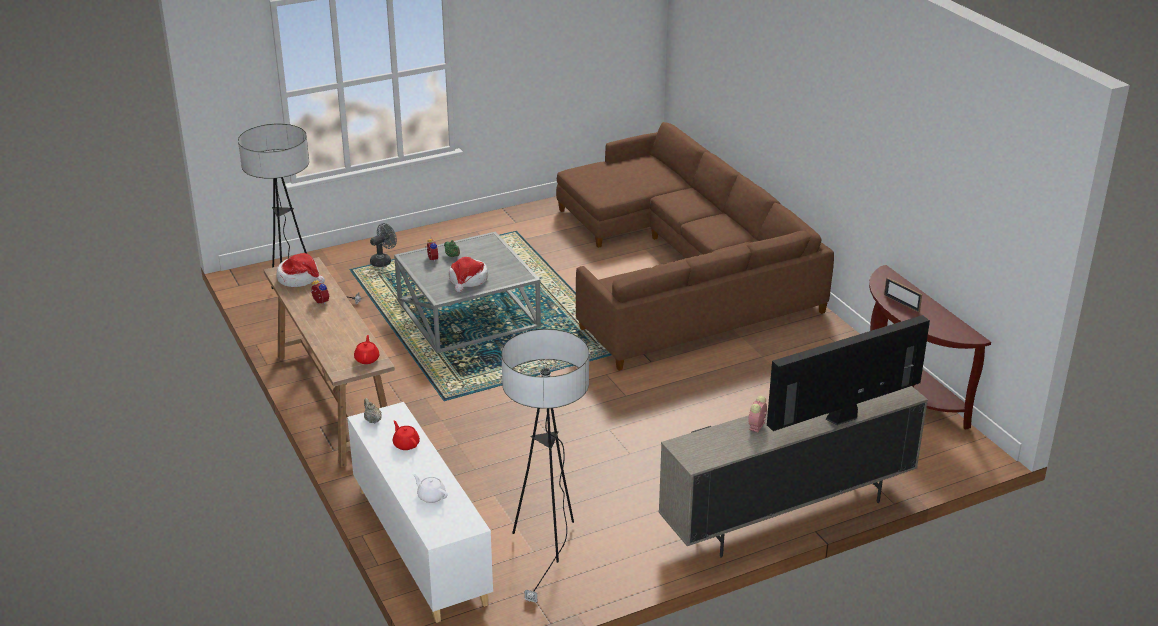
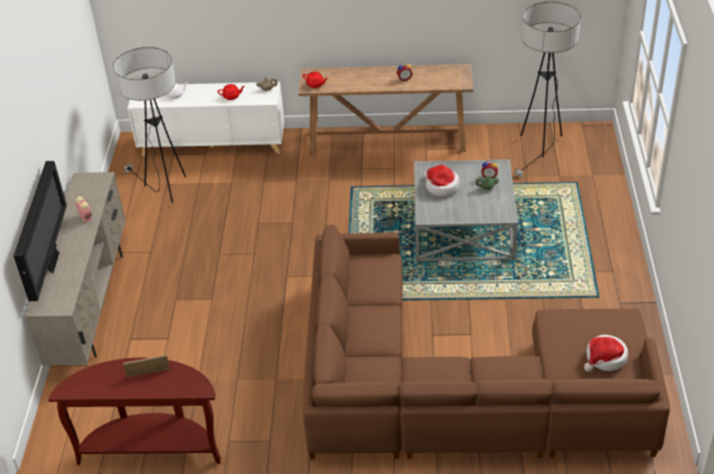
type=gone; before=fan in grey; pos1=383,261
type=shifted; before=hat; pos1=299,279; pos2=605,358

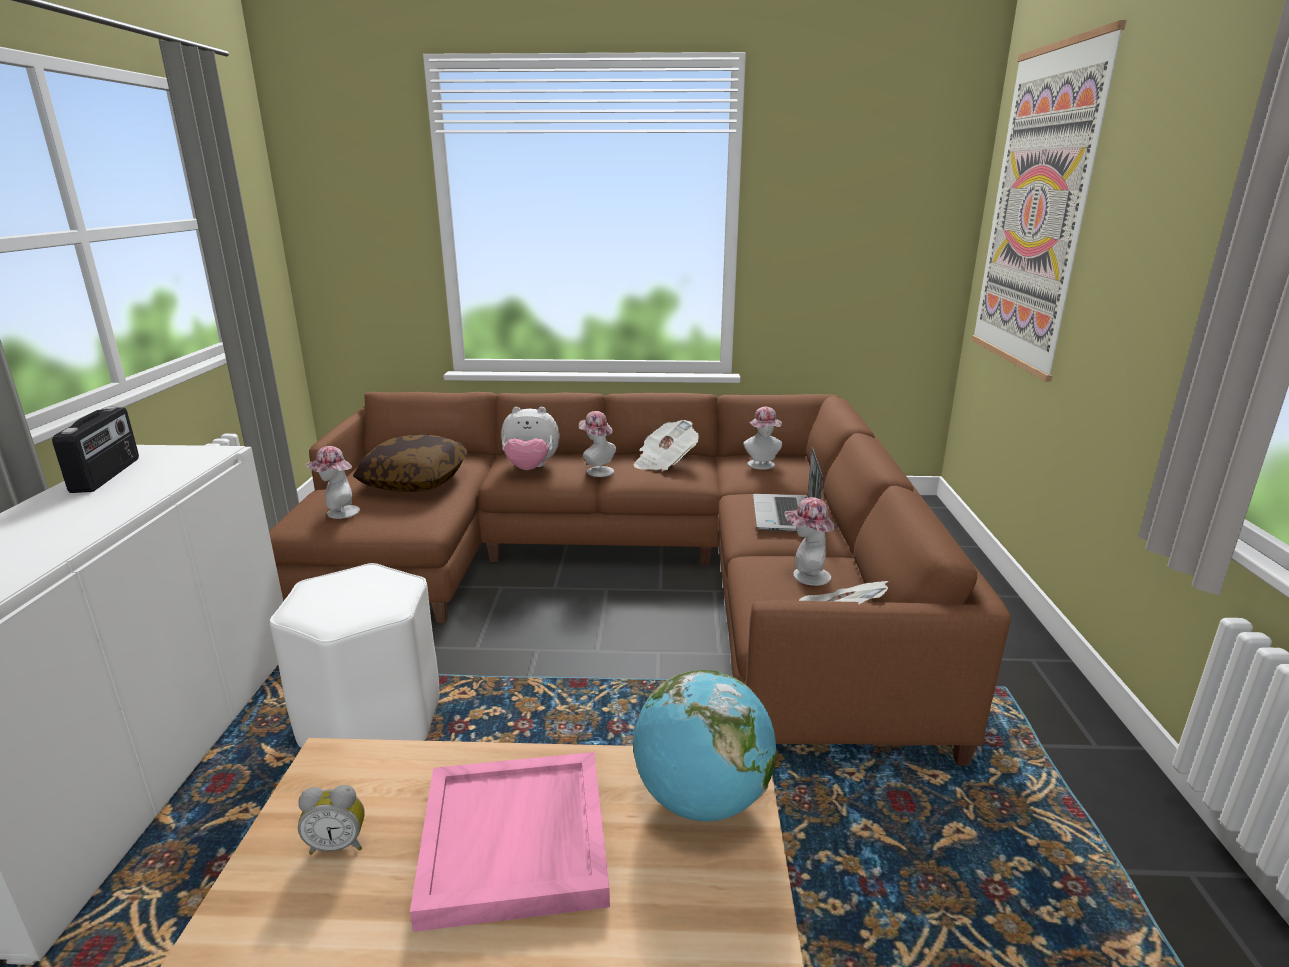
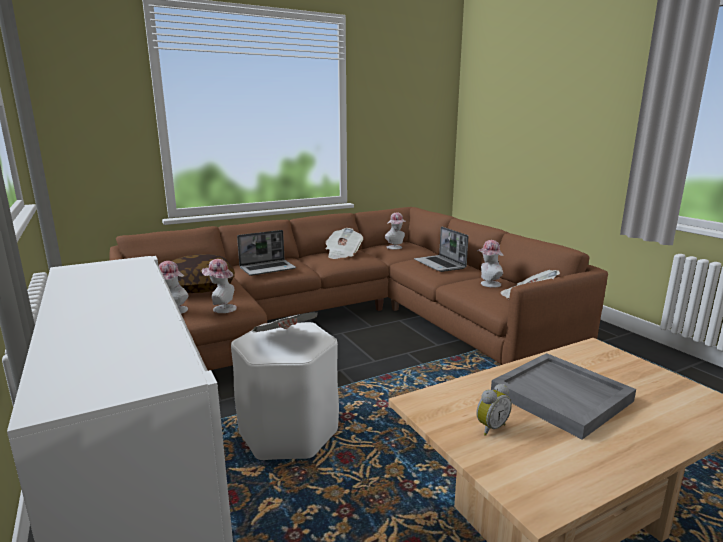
type=gone; before=picture; pos1=1036,211
type=gone; before=radio; pos1=107,475
type=swapped; before=plush toy; after=laptop; pos1=530,468; pos2=268,268
type=shifted; before=hat; pos1=597,471; pos2=221,308
type=gone; before=globe; pos1=702,800
type=repainted; before=tray in pink; after=tray in grey; pos1=516,842; pos2=562,396
type=new; after=newspaper; pos2=285,340

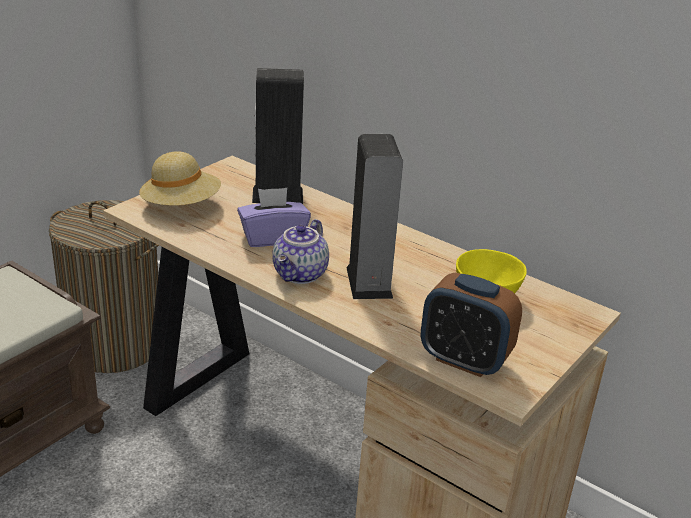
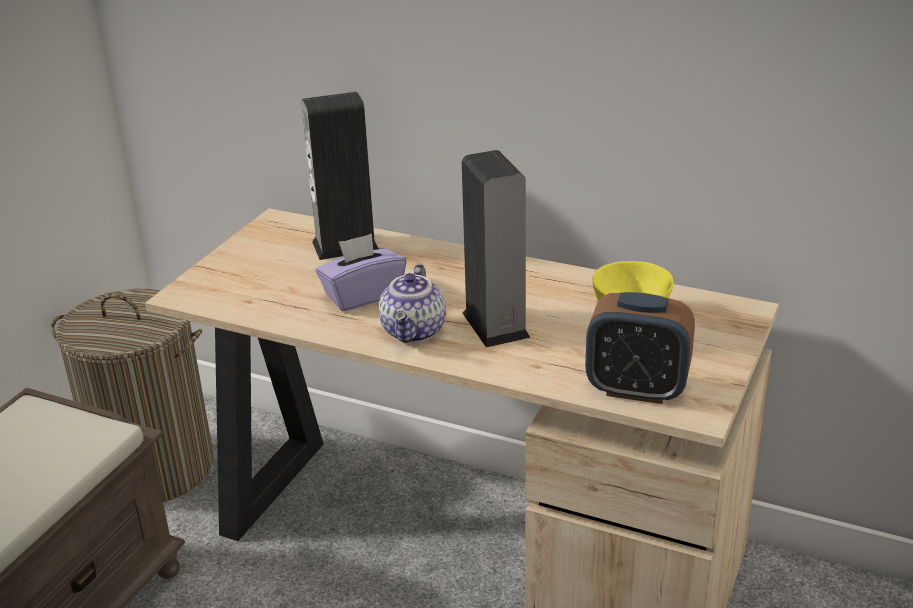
type=gone; before=hat in beige; pos1=181,206

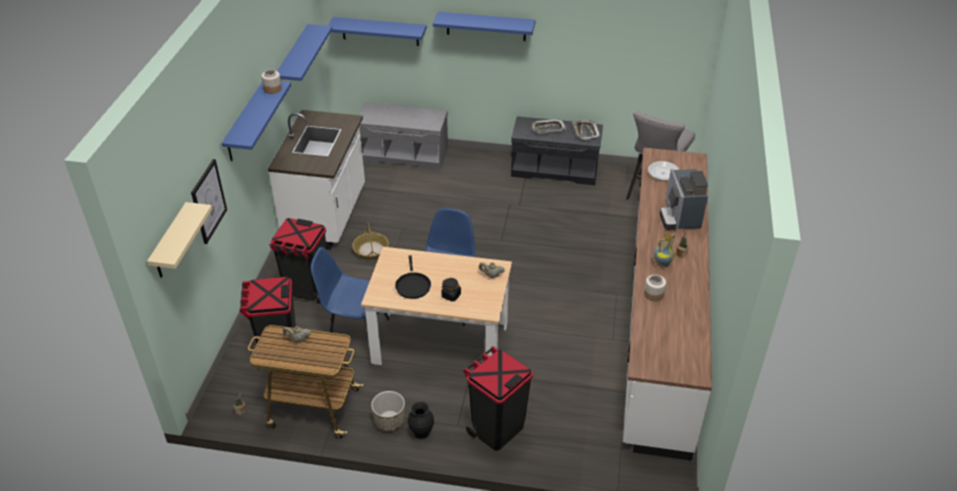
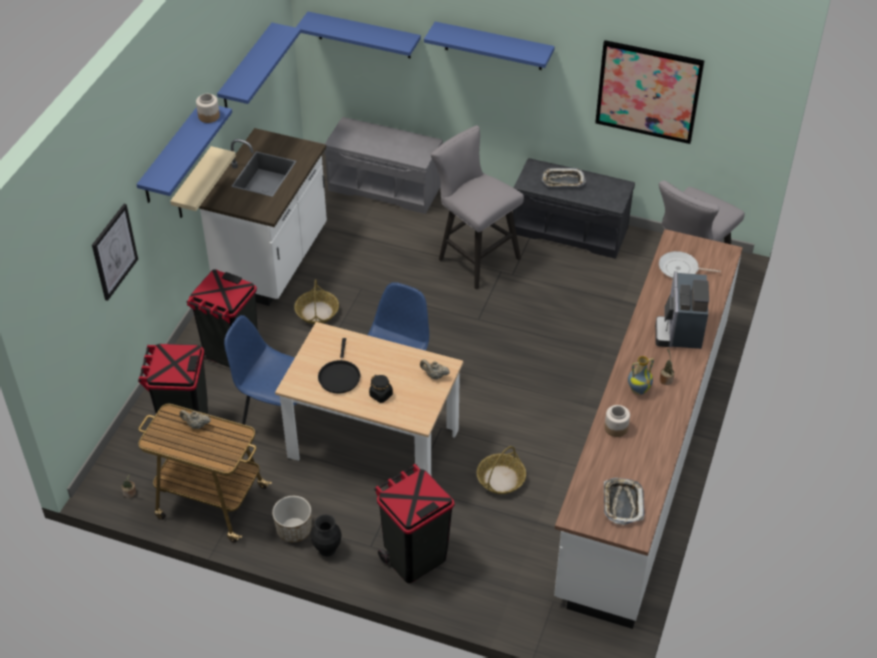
type=shifted; before=tray; pos1=585,132; pos2=622,503
type=shifted; before=shelf in beige; pos1=170,243; pos2=192,185
type=new; after=picture; pos2=648,91
type=new; after=stool in grey; pos2=474,257
type=new; after=basket; pos2=501,479

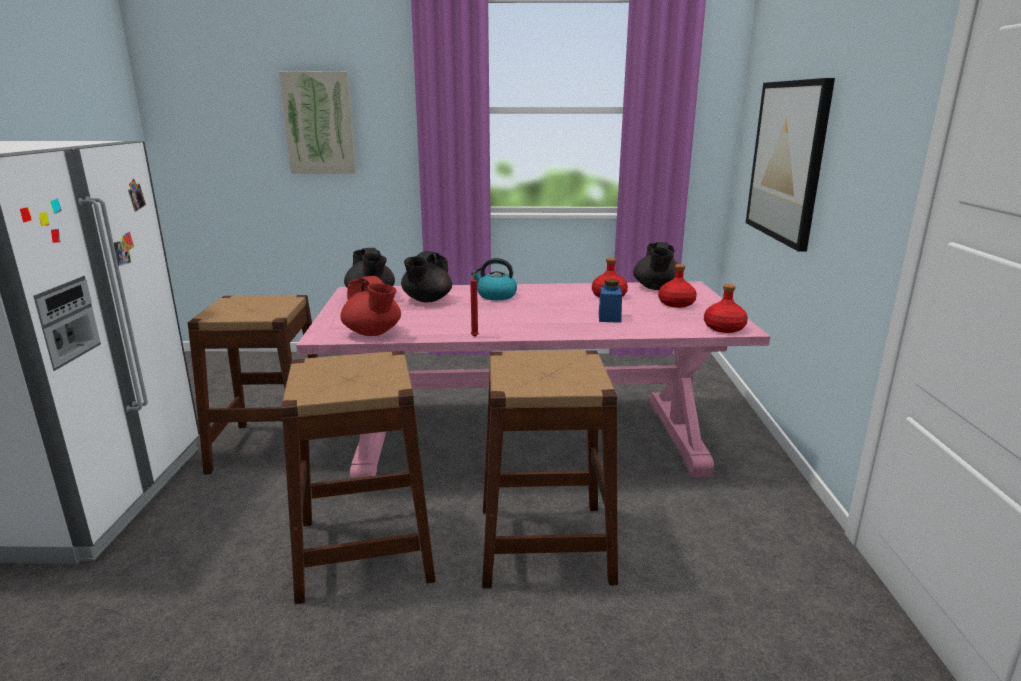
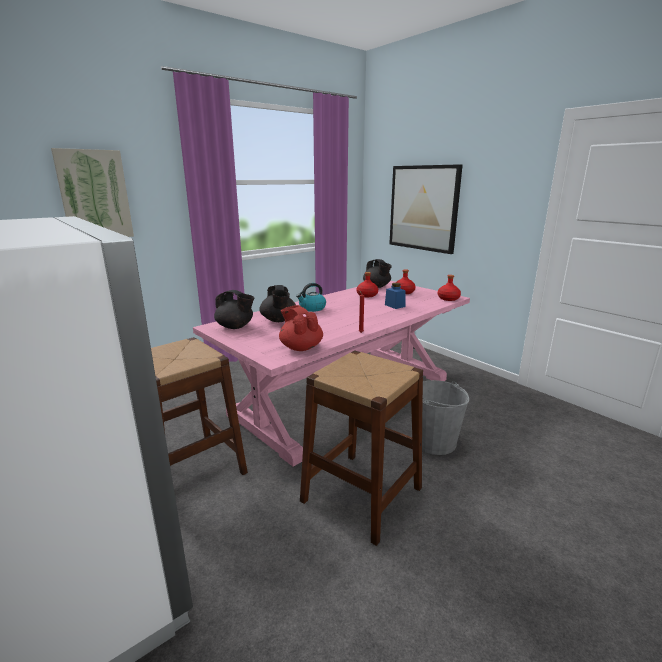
type=rotated; before=teapot in red; pos1=373,333; pos2=301,347; turn=-135
type=swapped; before=stool in brown; after=bucket in grey; pos1=544,543; pos2=435,442

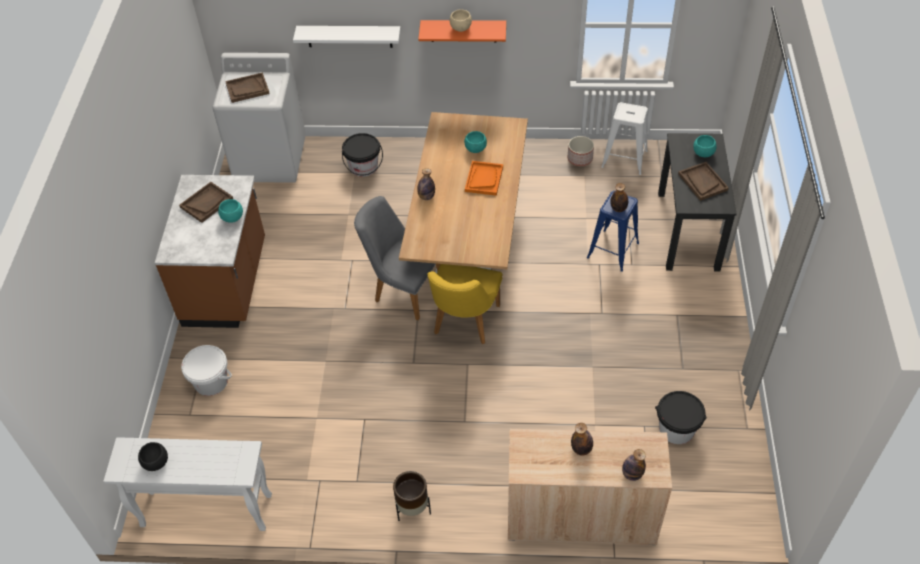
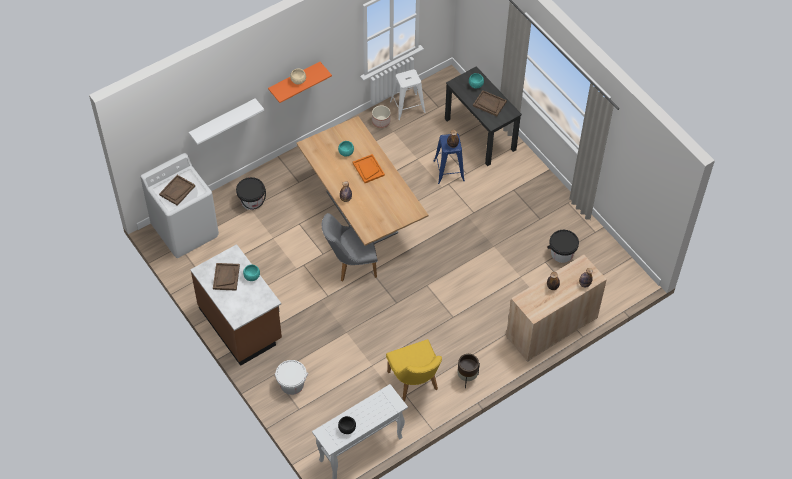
type=shifted; before=chair in yellow; pos1=463,324; pos2=415,384

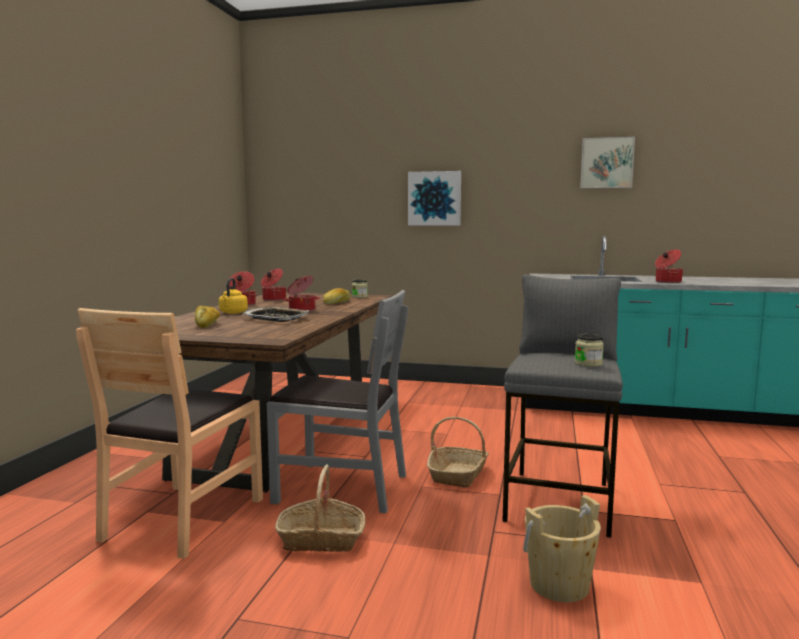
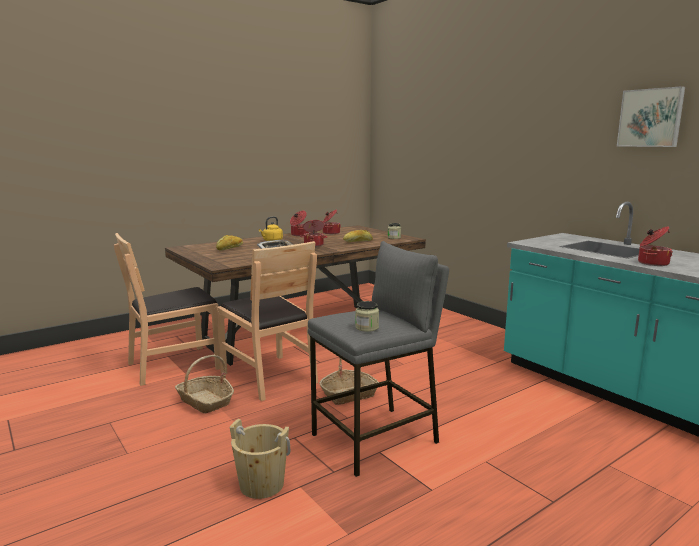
type=gone; before=picture; pos1=434,198
type=repainted; before=chair in grey; after=chair in brown; pos1=341,487; pos2=269,377

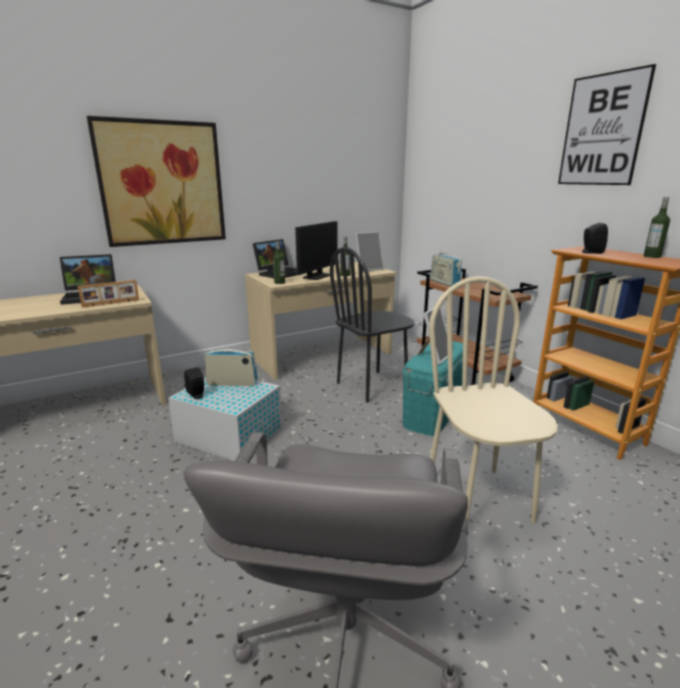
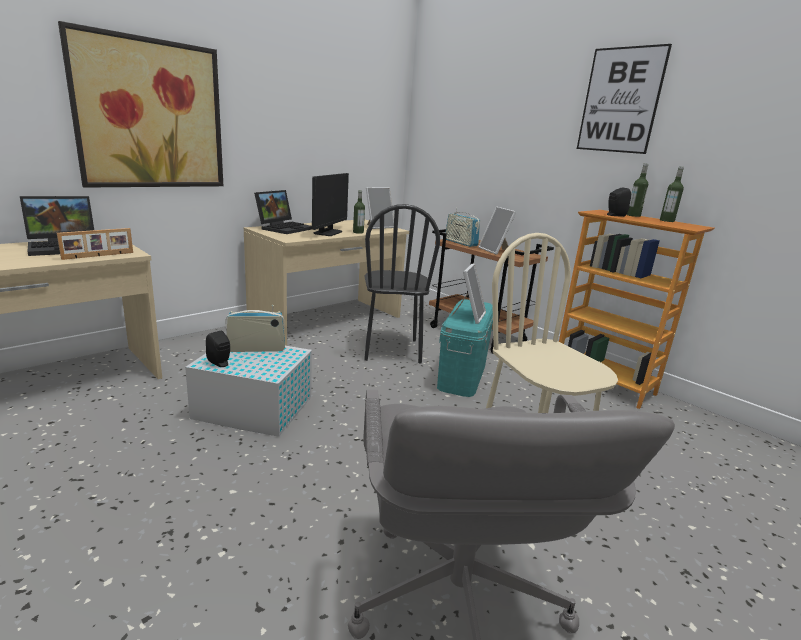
type=shifted; before=bottle; pos1=279,282; pos2=633,215
type=rotated; before=chair in black; pos1=372,385; pos2=392,350; turn=-45
type=new; after=picture frame; pos2=495,251

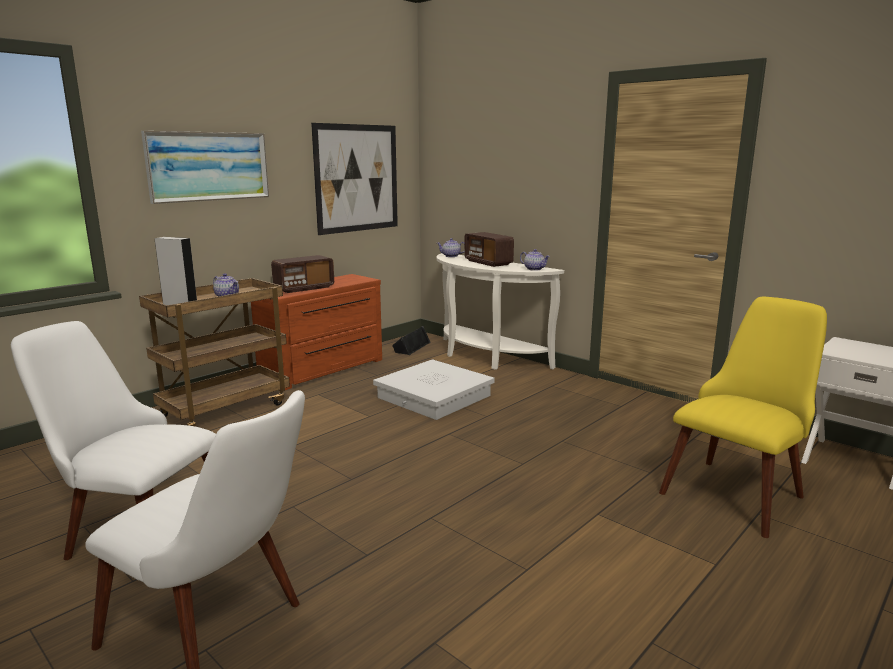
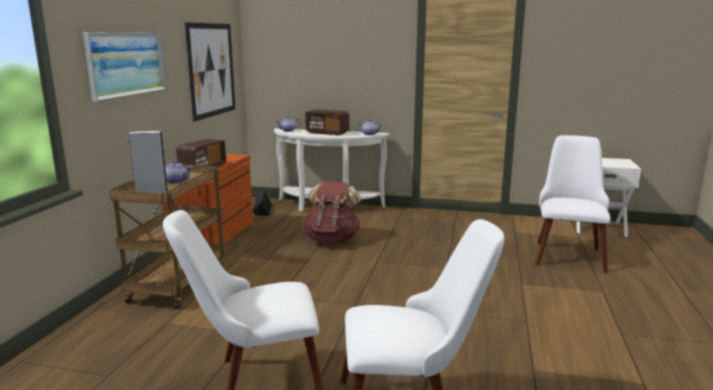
type=repainted; before=chair in yellow; after=chair in white; pos1=739,489; pos2=568,253
type=swapped; before=storage box in white; after=backpack in brown; pos1=434,396; pos2=332,240

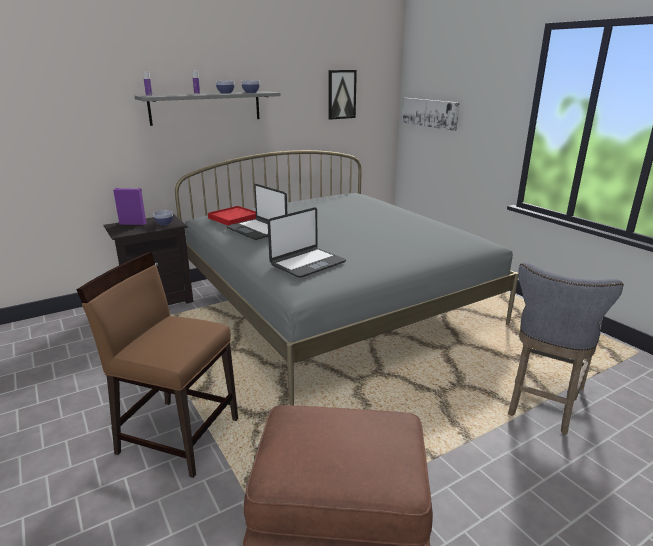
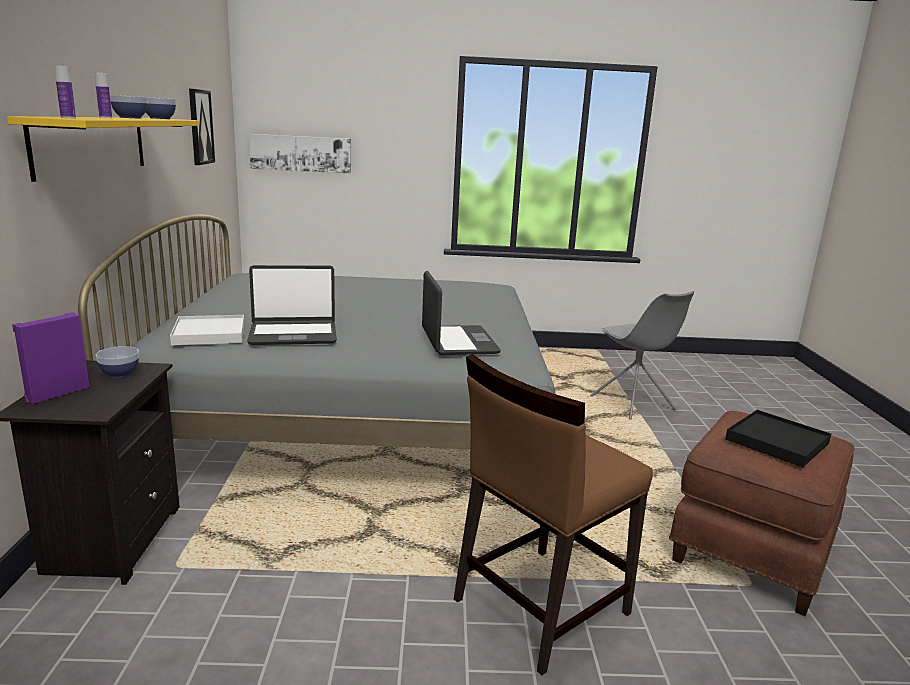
type=repainted; before=shelf in grey; after=shelf in yellow; pos1=206,107; pos2=92,145
type=repainted; before=tray in red; after=tray in white; pos1=234,218; pos2=209,334
type=swapped; before=stool in grey; after=chair in grey; pos1=542,403; pos2=633,404
type=new; after=tray in black; pos2=776,441

